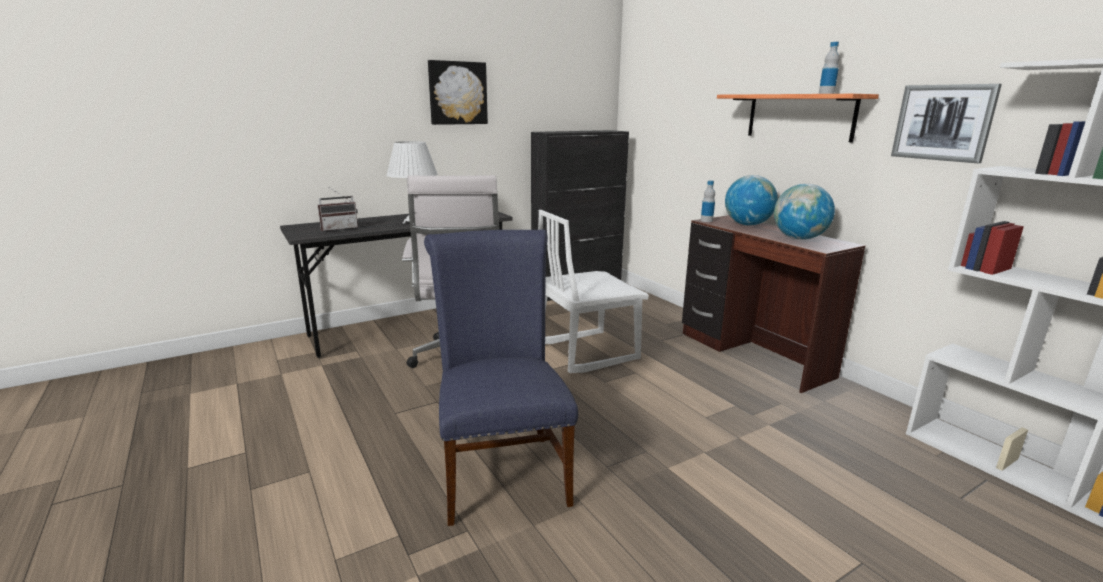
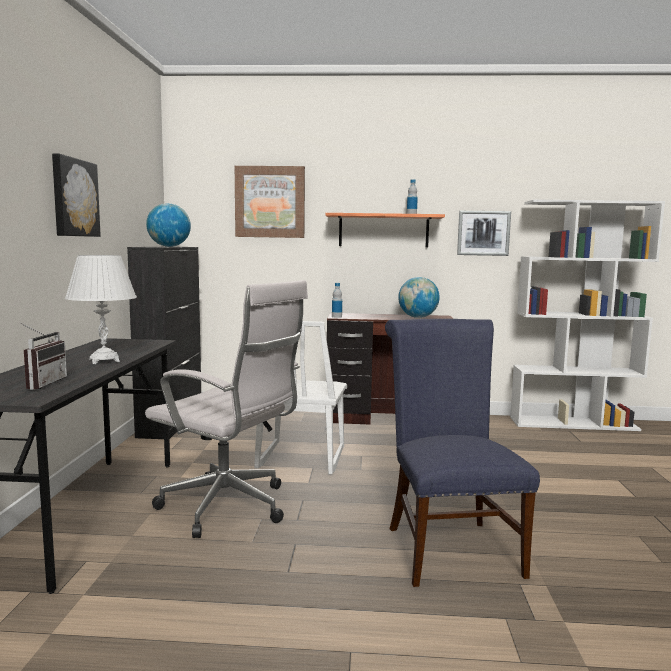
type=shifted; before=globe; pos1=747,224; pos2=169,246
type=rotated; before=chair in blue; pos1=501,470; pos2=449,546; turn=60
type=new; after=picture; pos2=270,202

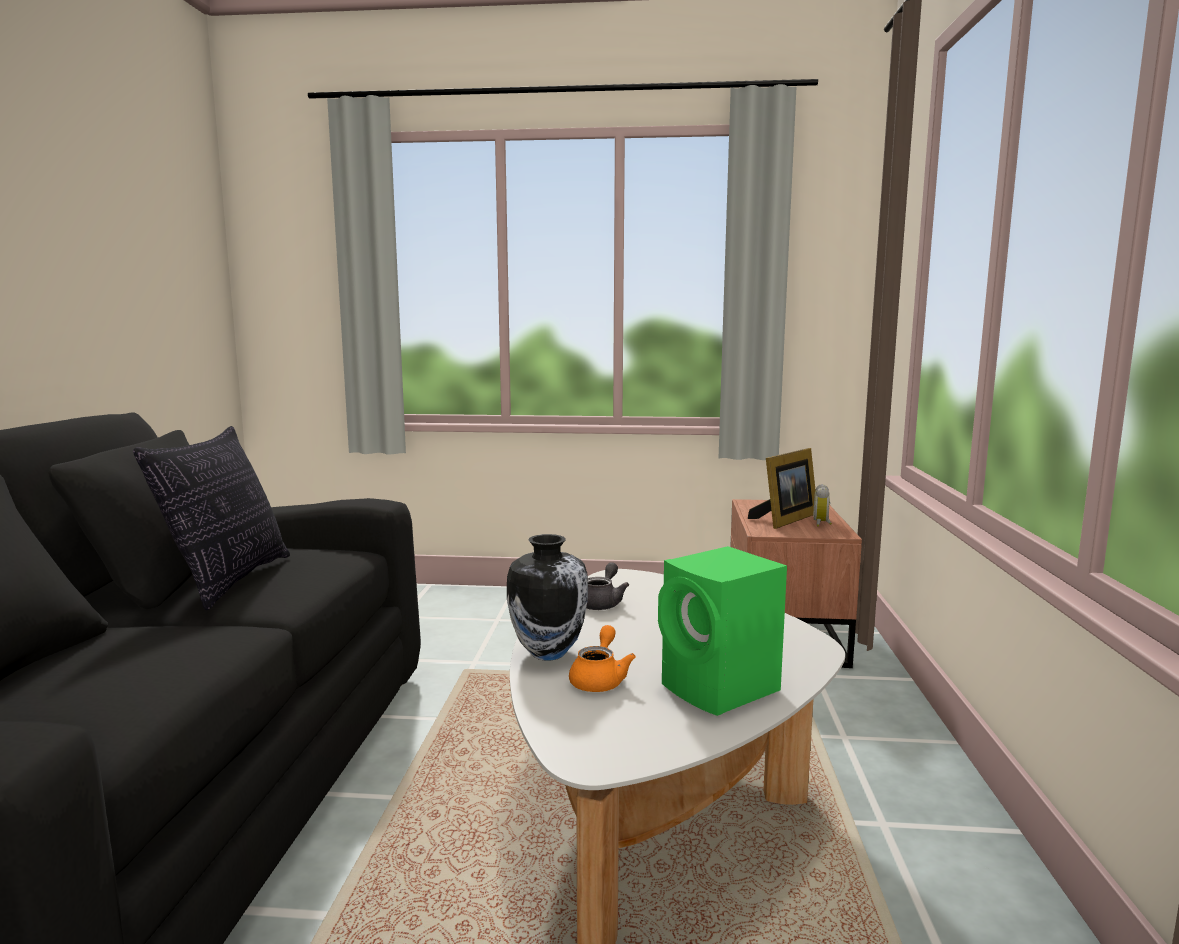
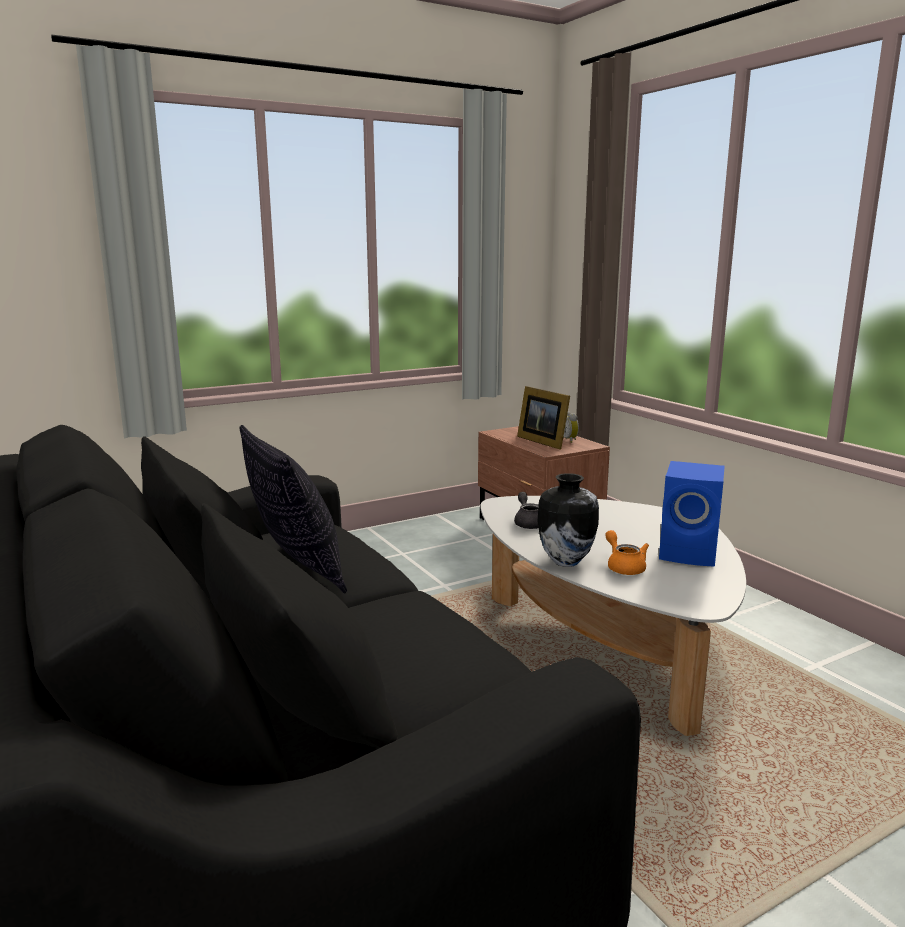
type=rotated; before=picture frame; pos1=785,519; pos2=543,441; turn=135
type=repainted; before=speaker in green; after=speaker in blue; pos1=722,690; pos2=690,553

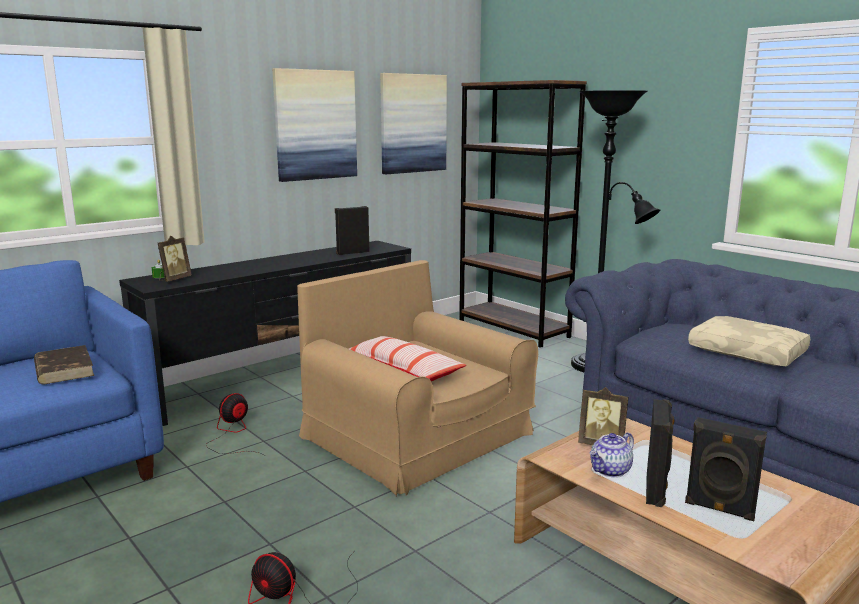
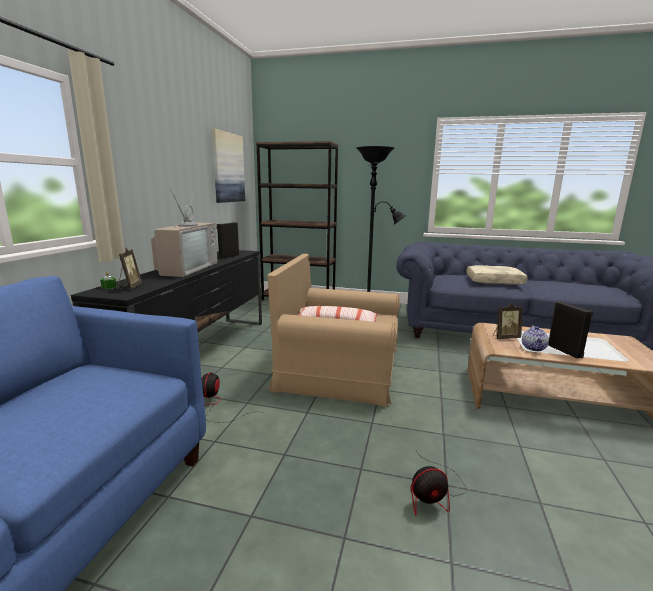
type=gone; before=picture; pos1=315,125
type=gone; before=book in brown; pos1=63,369
type=gone; before=speaker in black; pos1=719,509
type=new; after=television; pos2=186,268

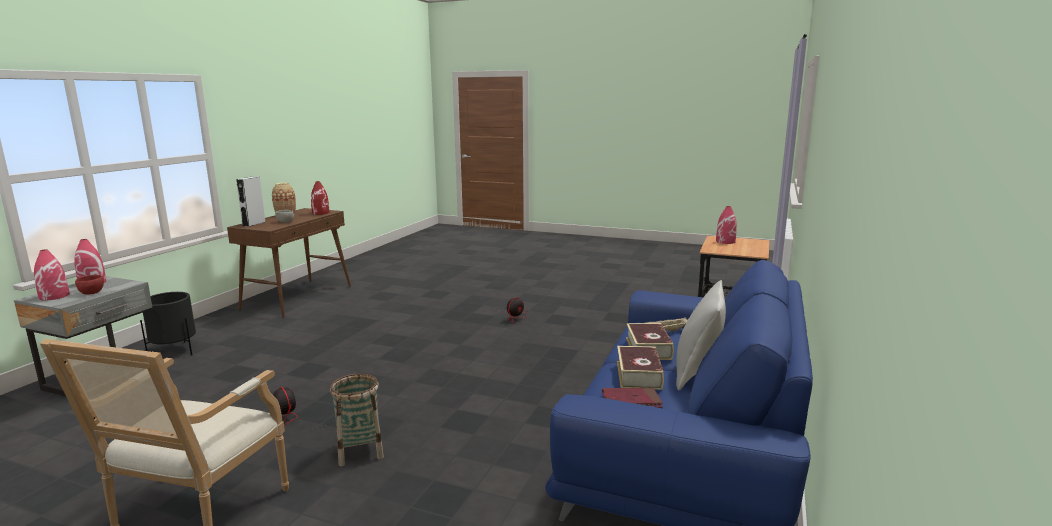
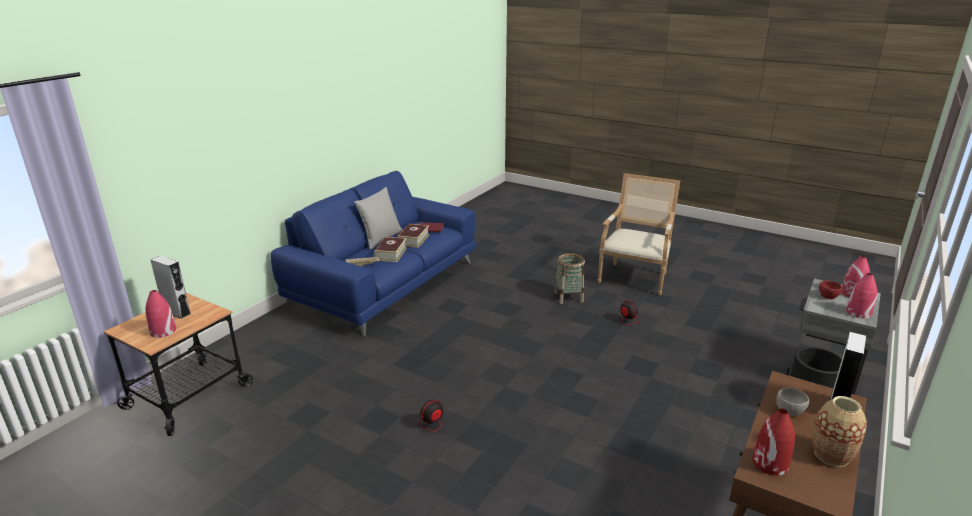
type=new; after=speaker in grey; pos2=177,312

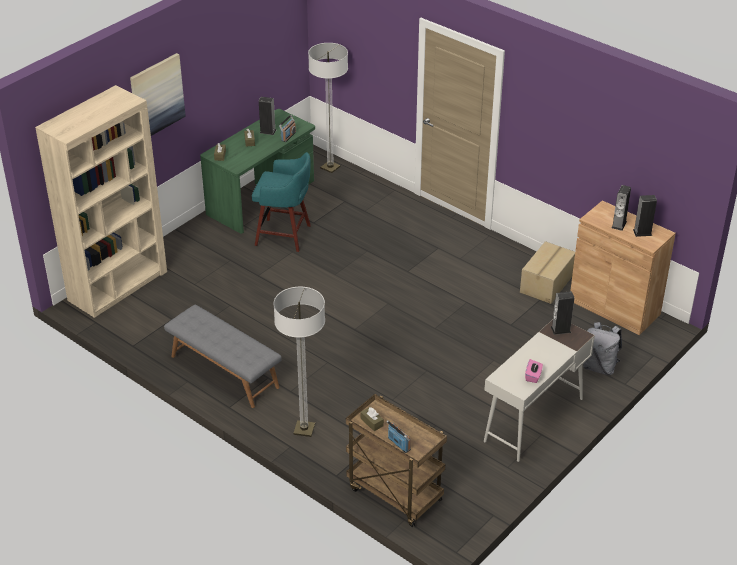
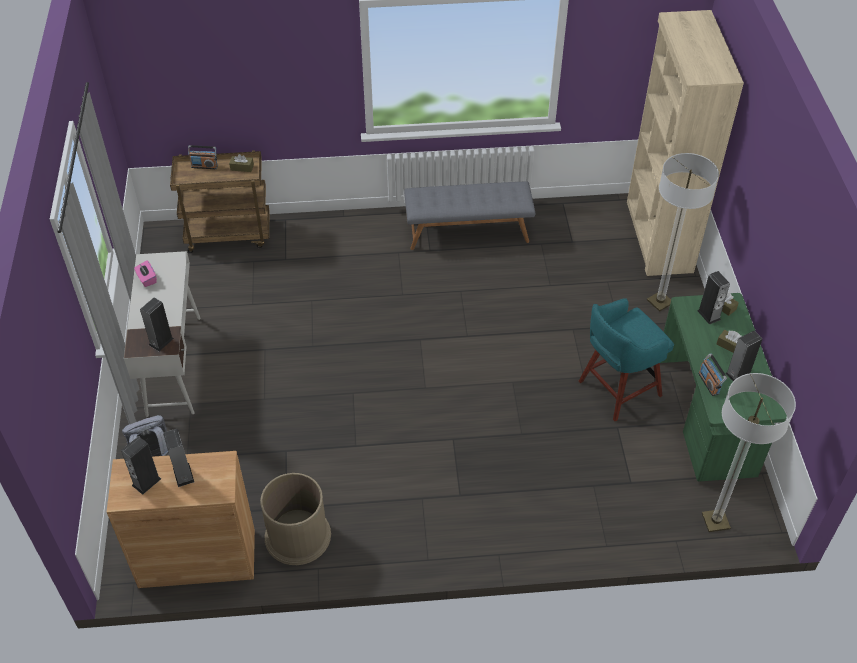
type=gone; before=picture; pos1=157,96
type=swapped; before=cardboard box; after=trash can in brown; pos1=547,284; pos2=297,536
type=shifted; before=floor lamp; pos1=304,429; pos2=659,302
type=new; after=speaker; pos2=708,315

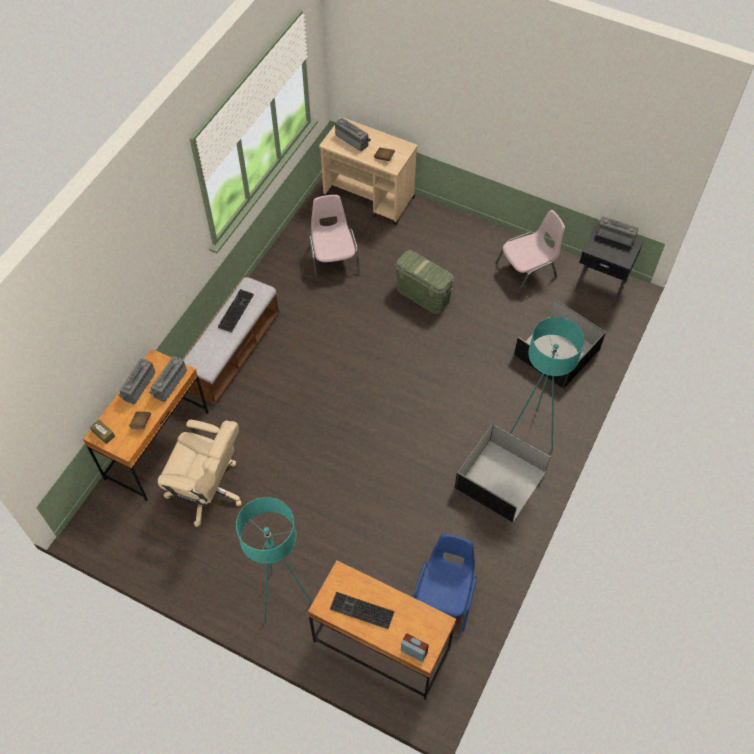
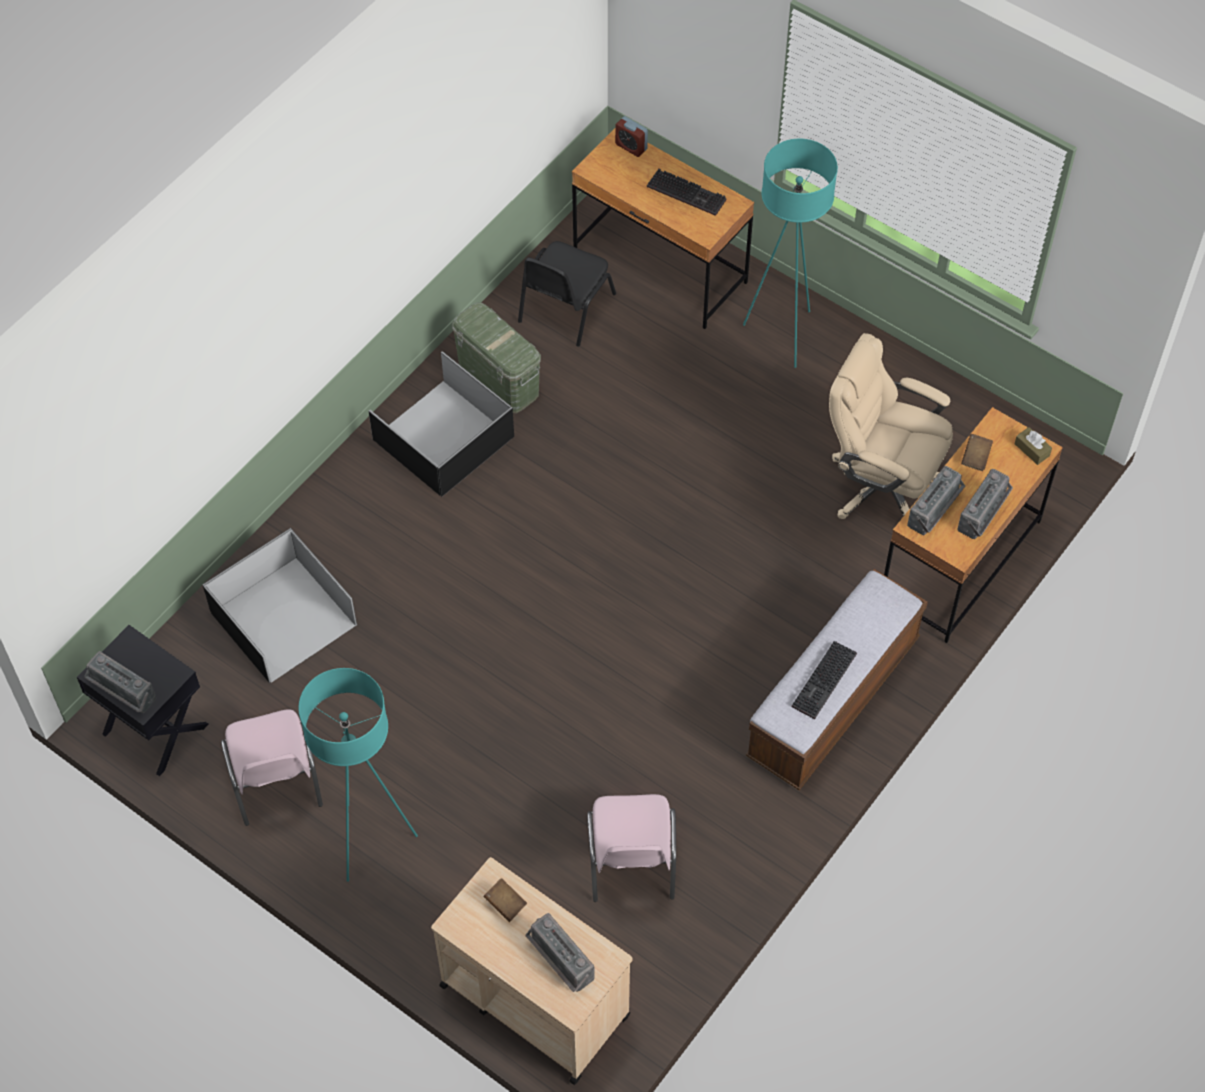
type=rotated; before=chair in pink; pos1=527,270; pos2=275,780; turn=-90
type=shifted; before=storage box in green; pos1=422,295; pos2=499,379
type=shifted; before=floor lamp in turquoise; pos1=532,432; pos2=369,841
type=repainted; before=chair in blue; after=chair in black; pos1=444,596; pos2=564,308

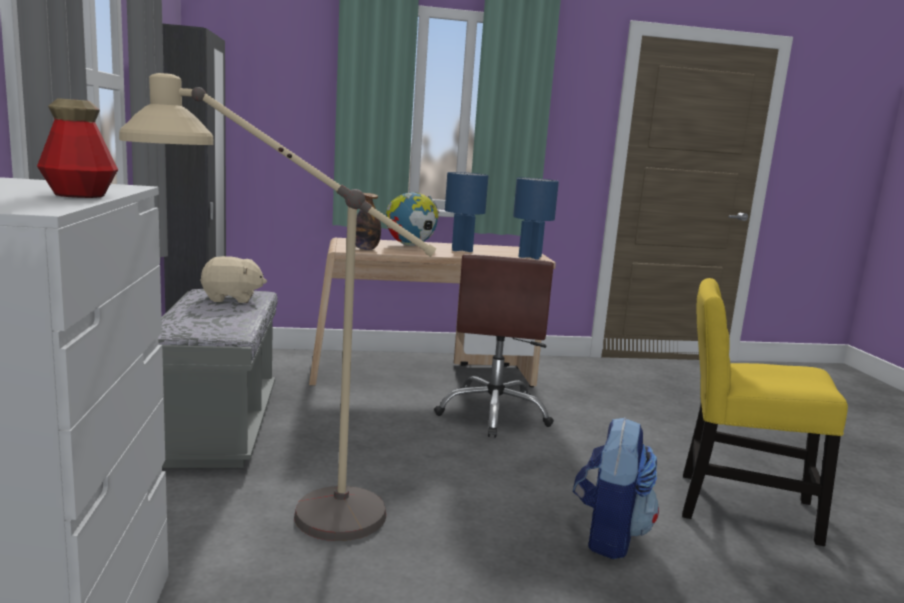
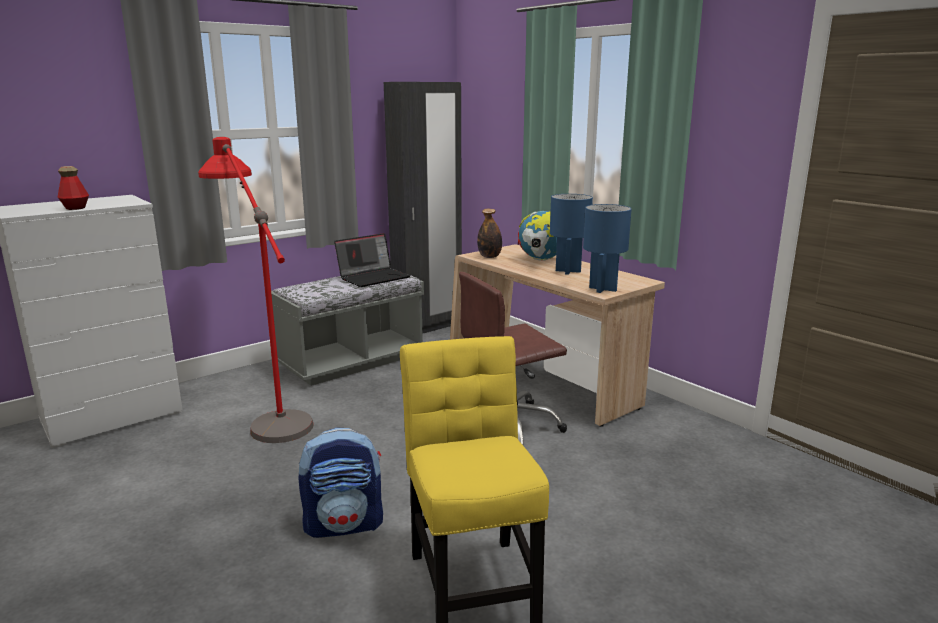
type=repainted; before=floor lamp in beige; after=floor lamp in red; pos1=275,512; pos2=268,411
type=swapped; before=plush toy in beige; after=laptop; pos1=232,299; pos2=374,277

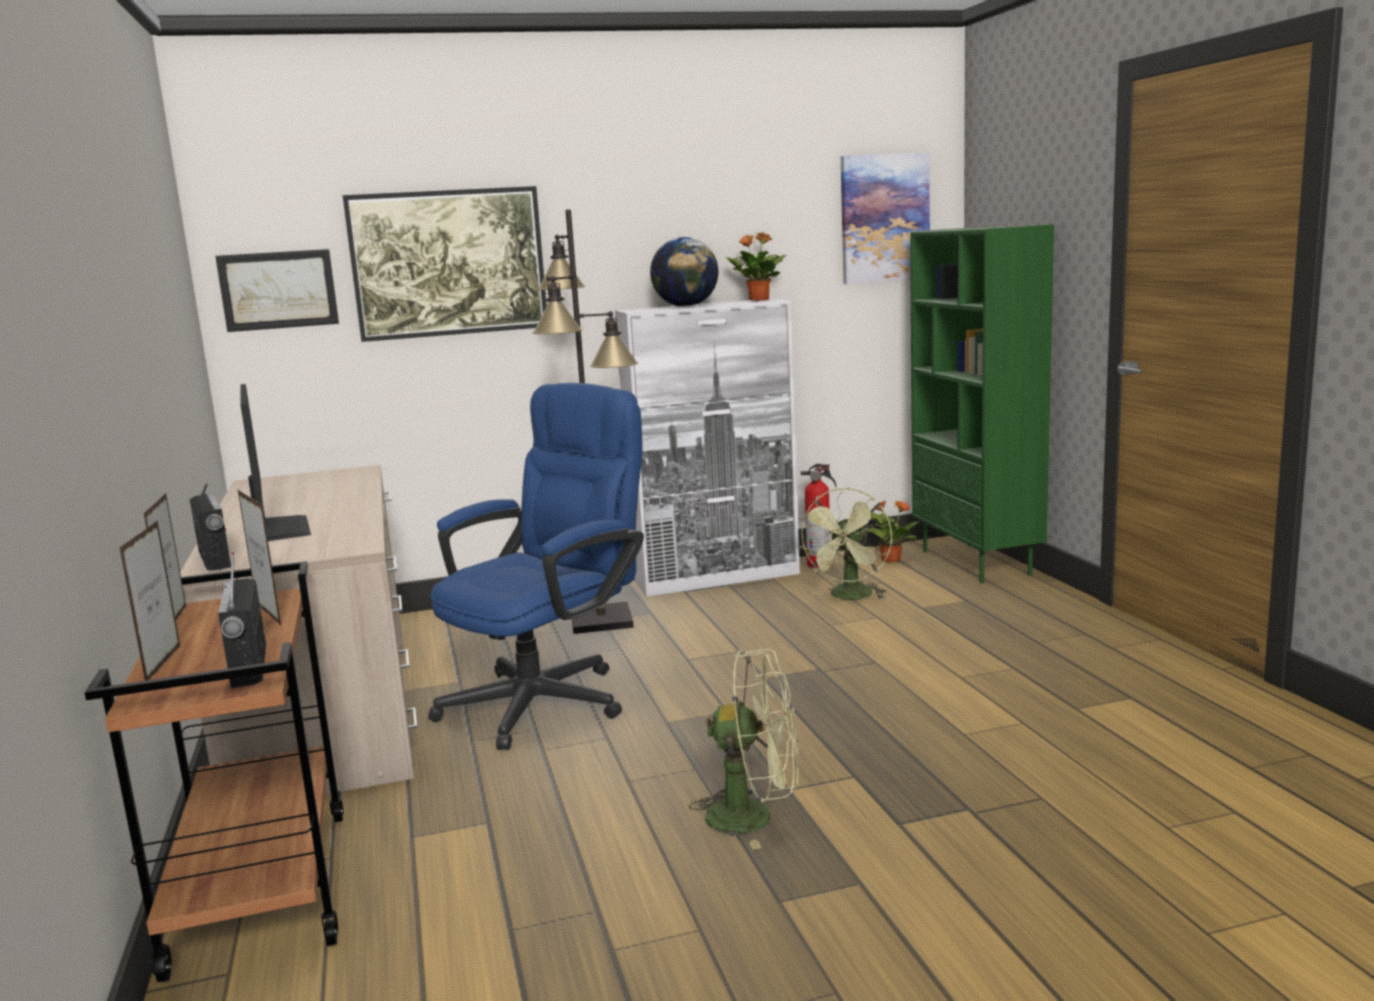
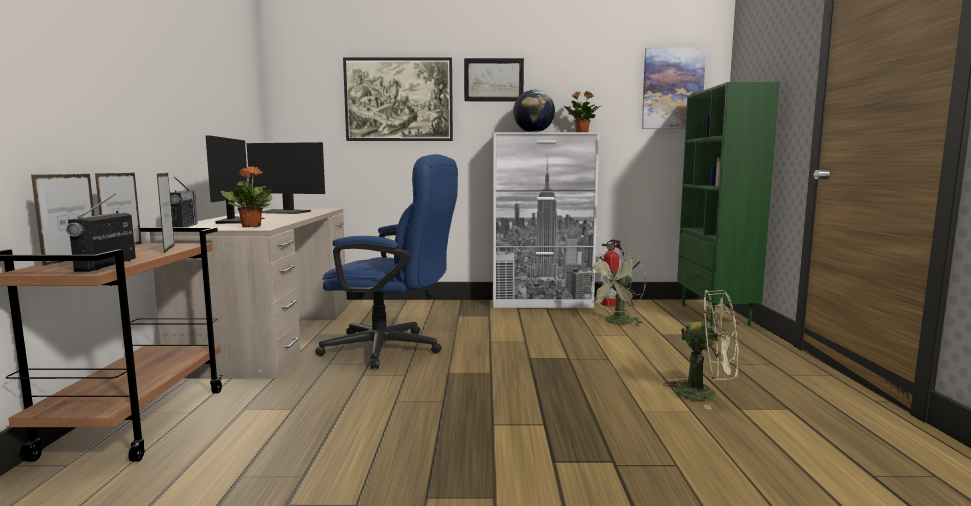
type=gone; before=floor lamp in black; pos1=602,620
type=shifted; before=picture; pos1=278,290; pos2=493,80
type=rotated; before=office chair in blue; pos1=549,698; pos2=392,349; turn=45
type=shifted; before=potted plant; pos1=890,559; pos2=251,226
type=shifted; before=fan in green; pos1=754,817; pos2=705,394
type=new; after=monitor; pos2=284,212

